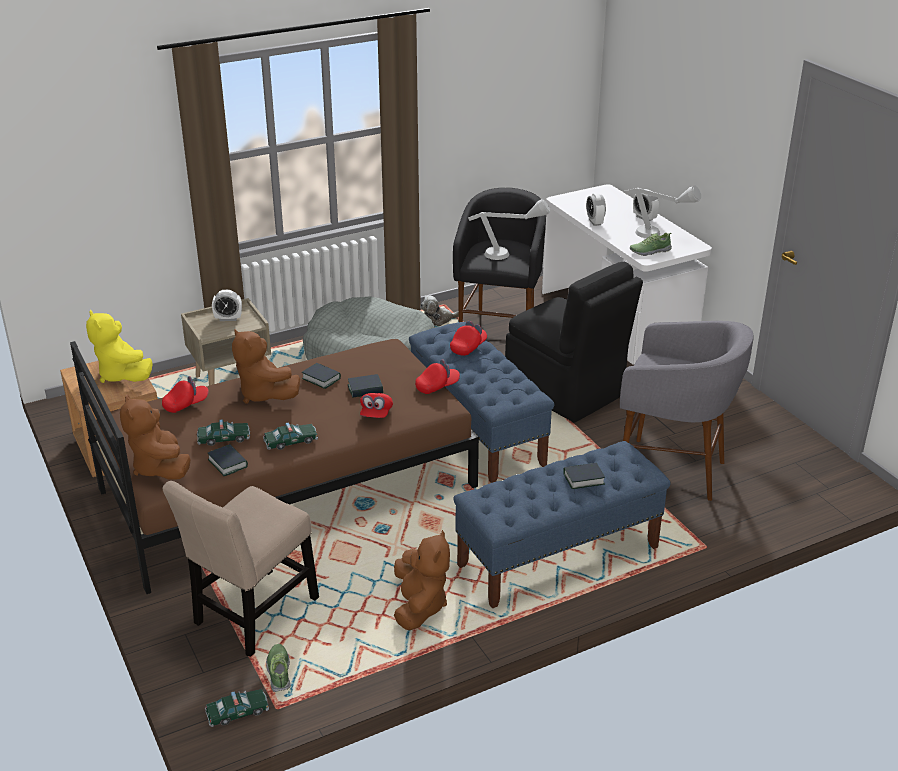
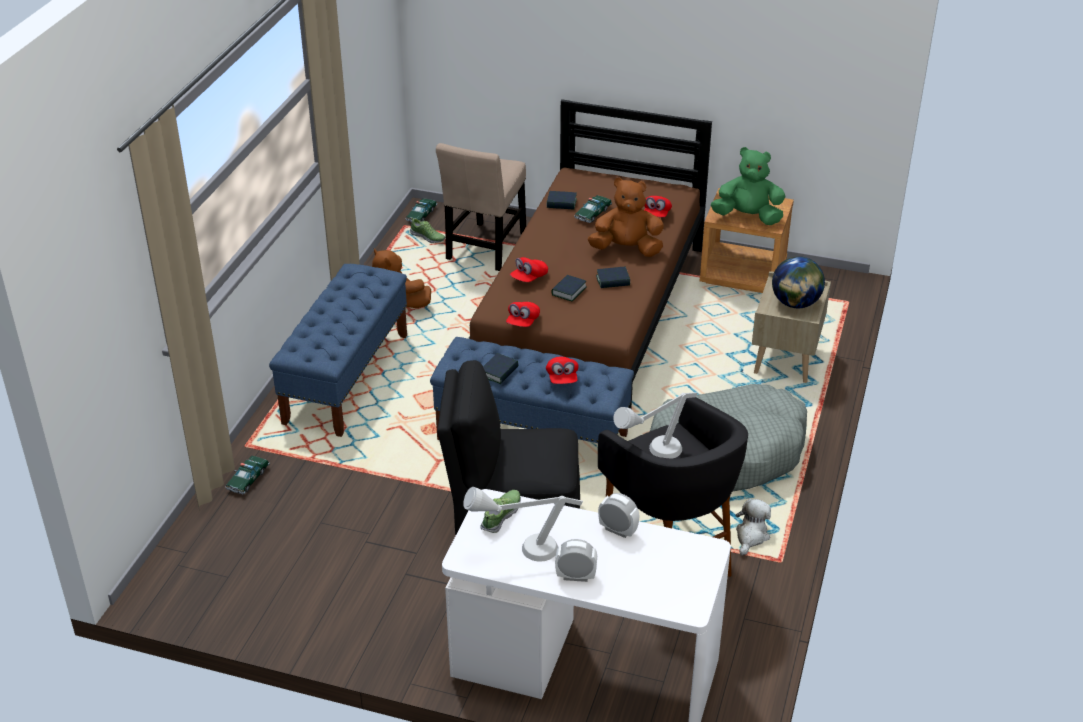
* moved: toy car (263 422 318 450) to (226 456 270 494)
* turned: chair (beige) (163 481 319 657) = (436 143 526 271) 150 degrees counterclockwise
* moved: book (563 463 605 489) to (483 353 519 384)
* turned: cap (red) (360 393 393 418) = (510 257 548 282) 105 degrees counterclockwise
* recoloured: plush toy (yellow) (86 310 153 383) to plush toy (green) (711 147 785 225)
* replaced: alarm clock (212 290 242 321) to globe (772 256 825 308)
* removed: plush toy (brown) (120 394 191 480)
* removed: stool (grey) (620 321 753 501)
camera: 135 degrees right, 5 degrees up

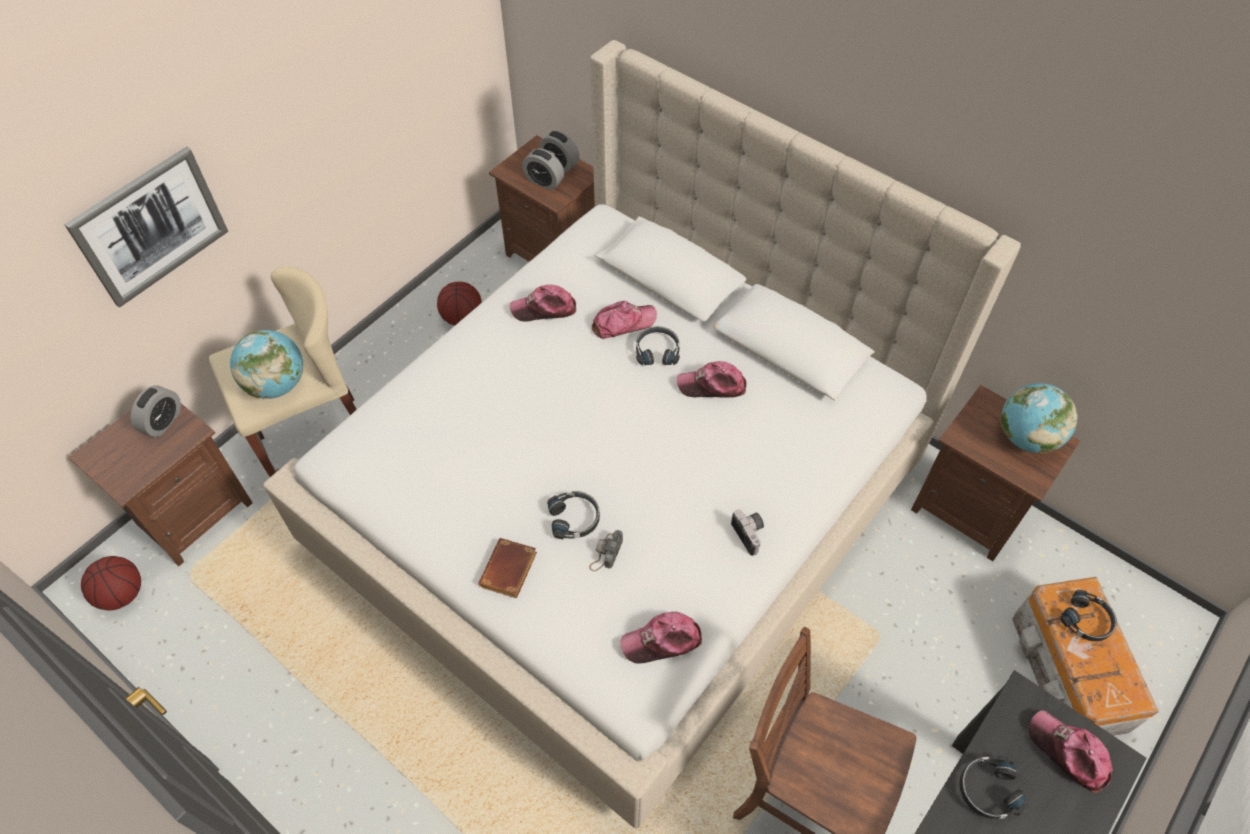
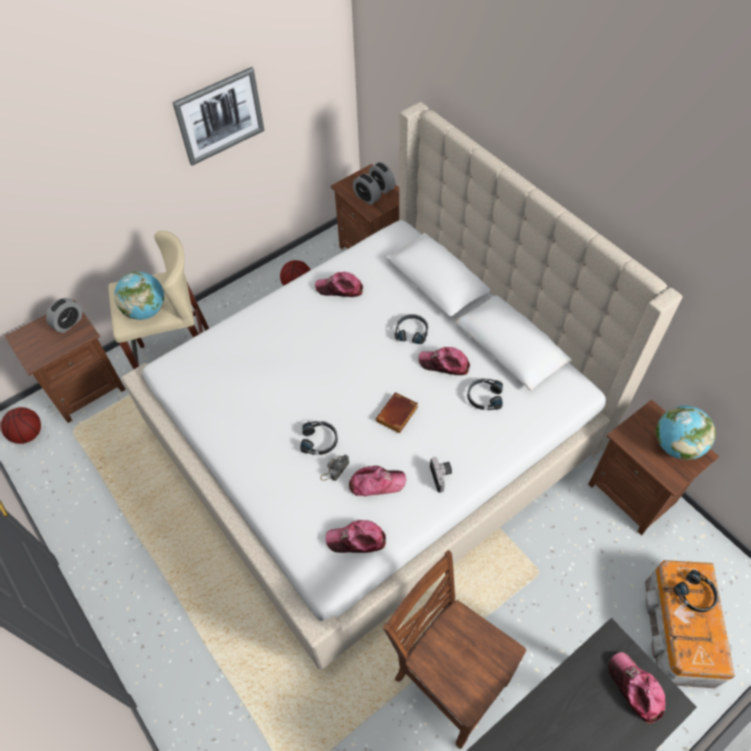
* moved: picture (64 146 228 308) to (172 67 265 166)
* moved: cap (592 301 657 339) to (349 466 406 497)
* moved: book (brown) (478 538 537 598) to (376 393 418 433)
* moved: headphones (black) (960 756 1028 819) to (467 378 503 410)
camera: 15 degrees right, 0 degrees up

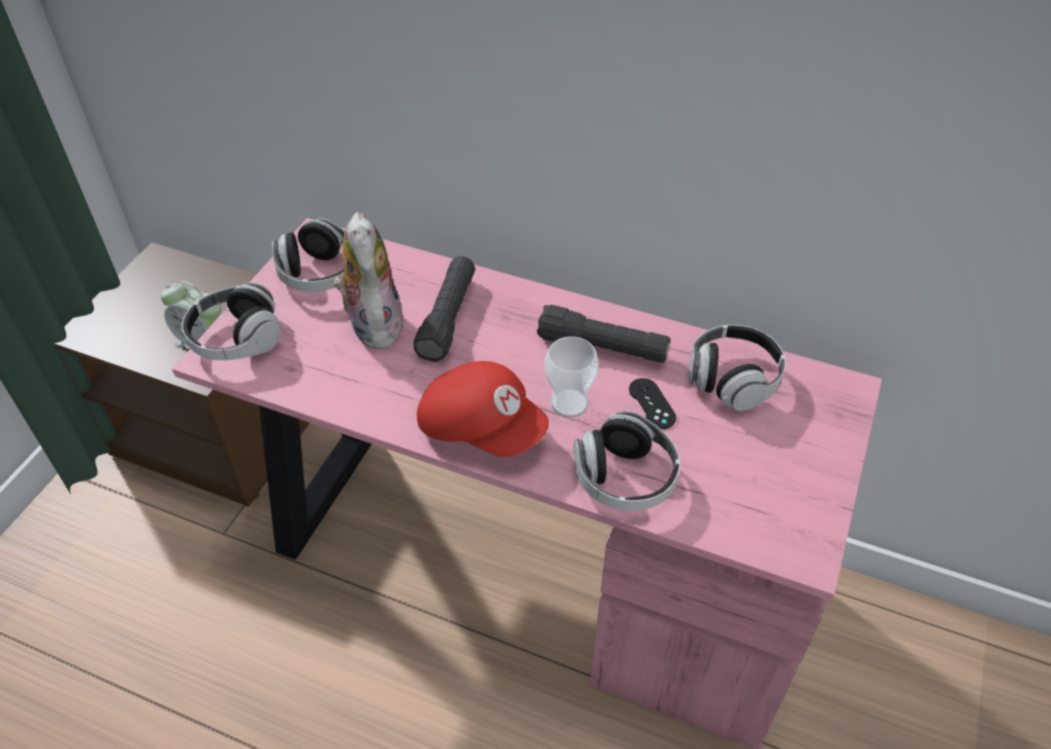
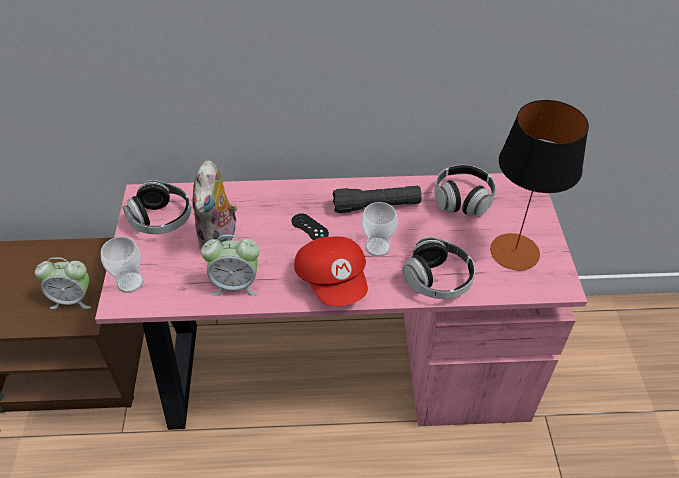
* replaced: headphones (182 282 281 360) to cup (101 237 144 293)
* turned: plush toy (333 212 404 349) = (192 160 238 249) 135 degrees counterclockwise
* added: alarm clock (201 235 259 296)
* moved: game controller (black) (629 378 676 429) to (291 214 329 240)
* turned: cap (red) (417 361 549 457) = (294 237 368 306) 60 degrees clockwise
* added: table lamp (490 100 589 270)
* removed: flashlight (black) (413 256 475 362)
camera: 25 degrees left, 0 degrees up

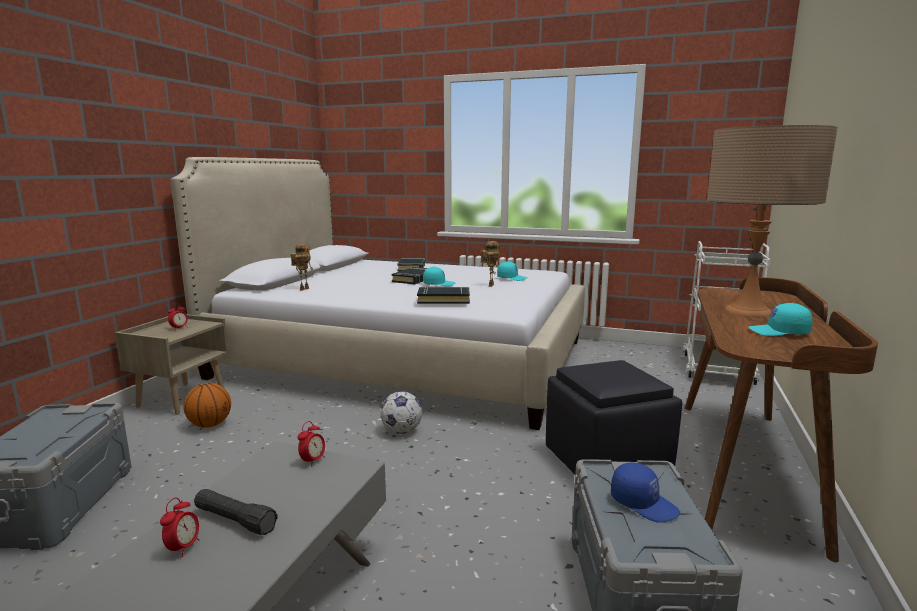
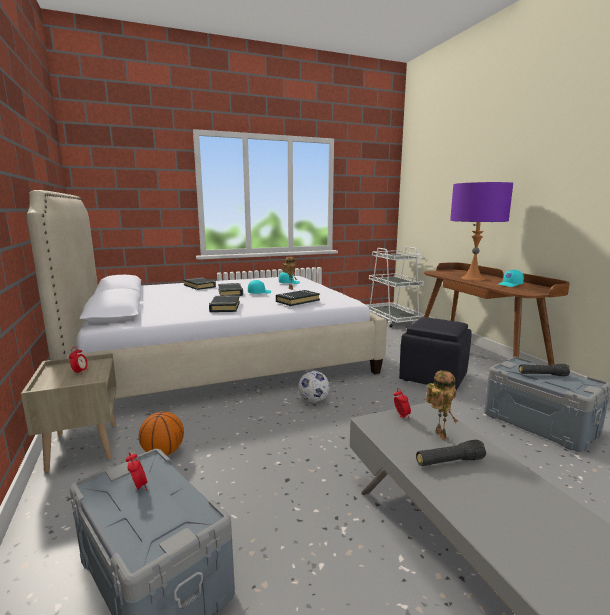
* moved: alarm clock (160 497 200 557) to (126 452 148 491)
* added: book (black) (209 295 240 312)
* moved: toy robot (291 243 313 291) to (426 370 458 440)
* recoloured: table lamp (beige) (707 125 838 317) to table lamp (purple) (450 182 513 281)
* replaced: cap (blue) (611 463 680 523) to flashlight (black) (519 364 570 376)
camera: 40 degrees left, 0 degrees up

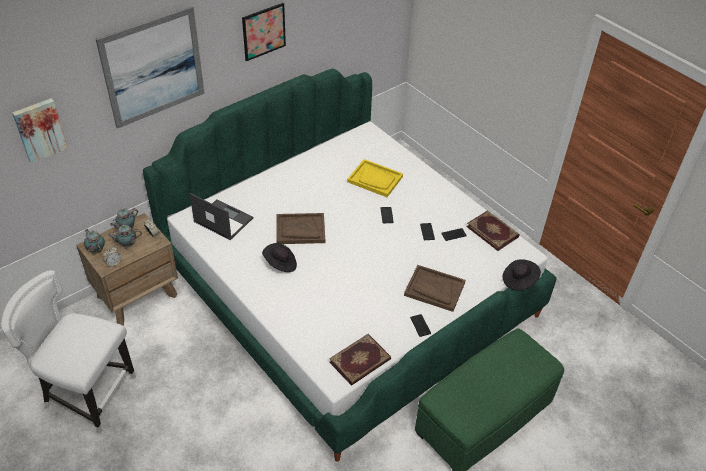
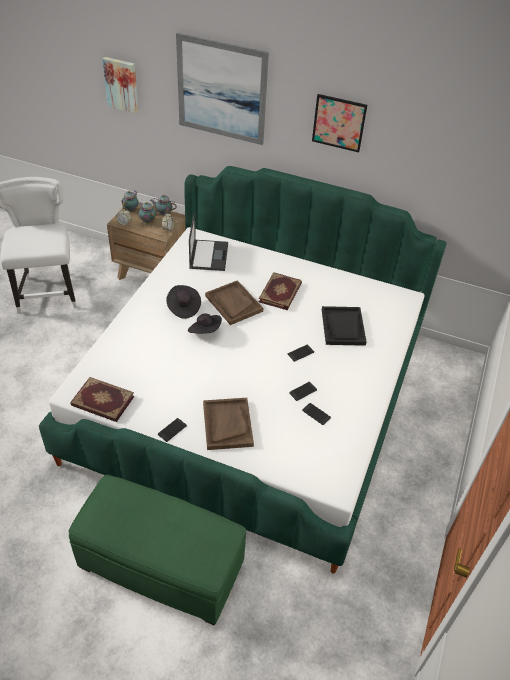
* moved: hat (black) (503 259 541 291) to (188 313 222 334)
* moved: book (467 210 519 251) to (259 272 302 310)
* recoloured: tray (yellow) (347 159 403 197) to tray (black) (322 306 367 346)
camera: 60 degrees right, 0 degrees up

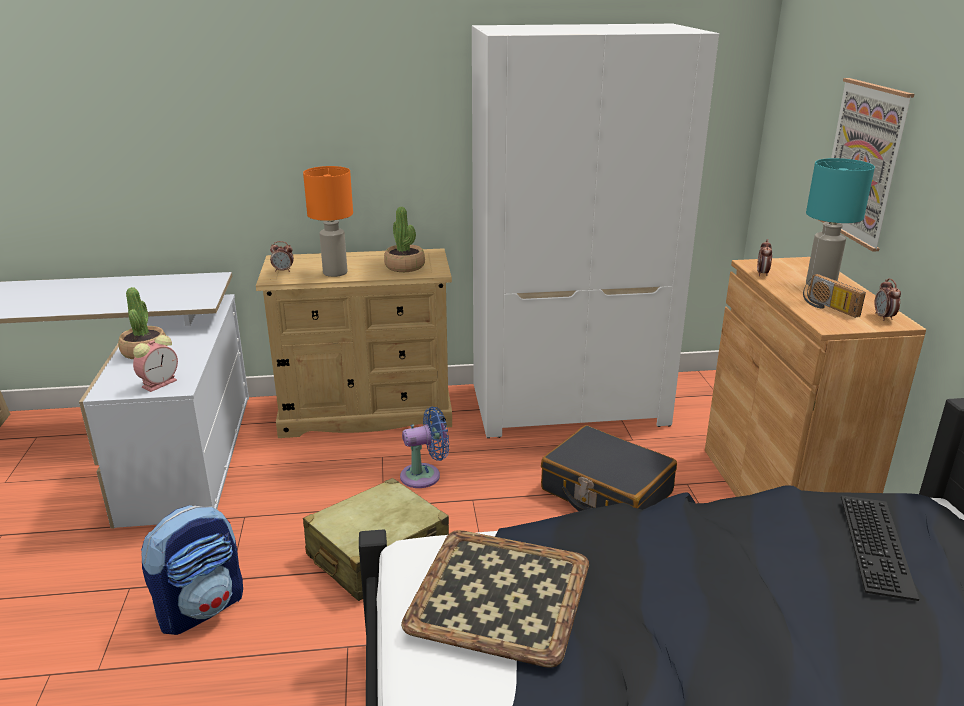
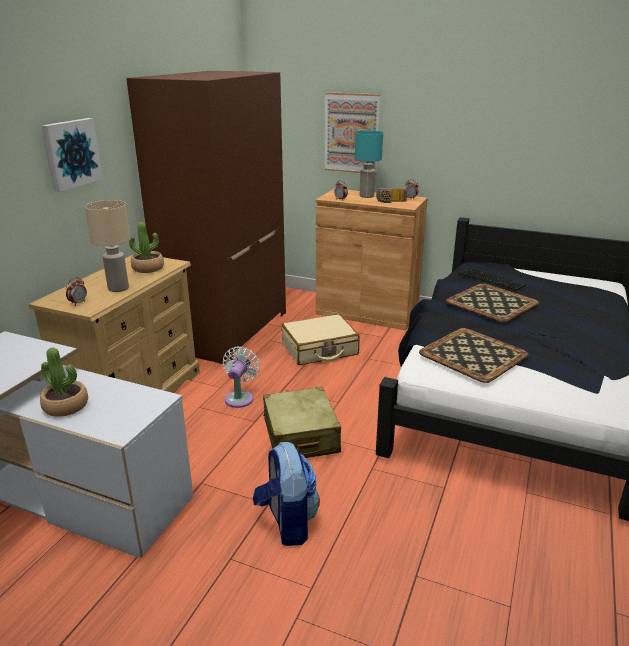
* added: picture (41 118 103 192)
* recoloured: table lamp (orange) (303 166 353 277) to table lamp (beige) (85 200 131 292)
* recoloured: wardrobe (white) (472 24 719 438) to wardrobe (brown) (126 71 286 365)
* recoloured: fan (blue) (400 406 449 488) to fan (white) (223 347 260 408)
* recoloured: suitcase (black) (541 425 677 511) to suitcase (beige) (281 314 360 365)
* added: tray (446 283 539 323)
* removed: alarm clock (133 335 178 392)
camera: 60 degrees left, 0 degrees up

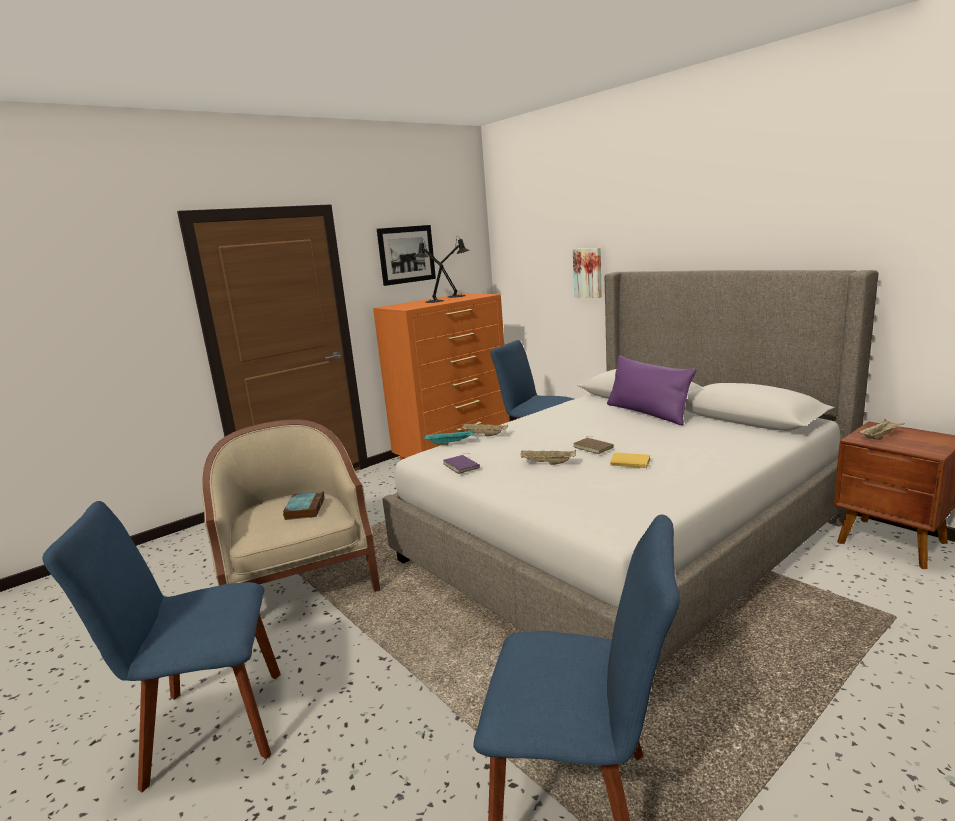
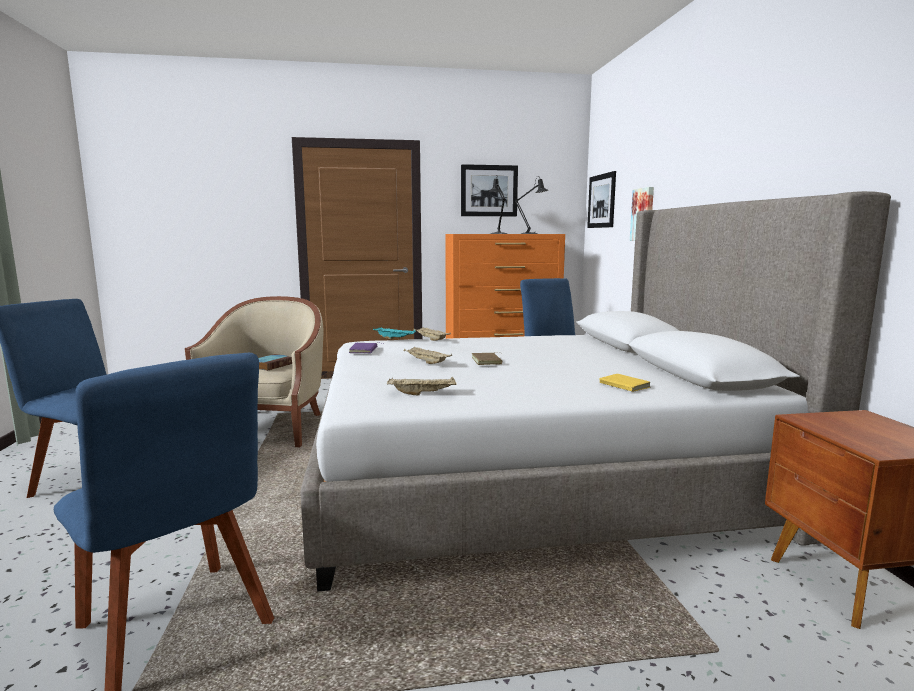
* moved: tray (beige) (858 419 902 440) to (387 377 457 396)
* added: picture (587 171 616 228)
* moved: book (yellow) (610 453 651 468) to (599 374 650 392)
* removed: pillow (purple) (607 356 696 425)
camera: 30 degrees right, 5 degrees down

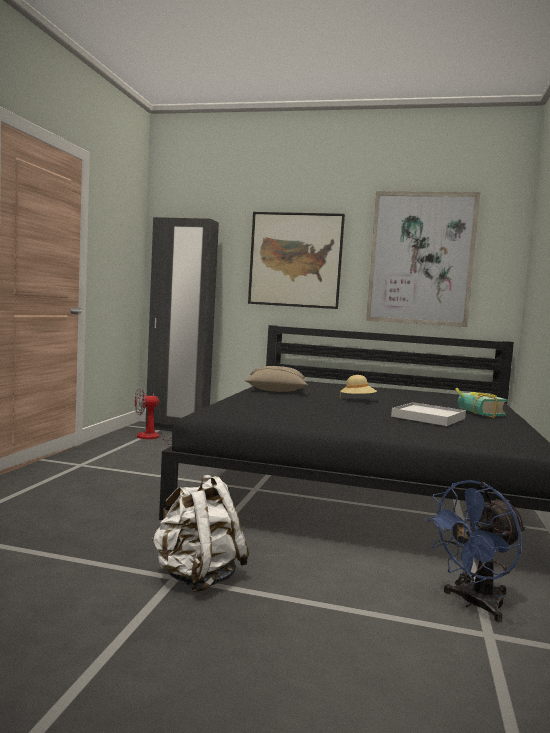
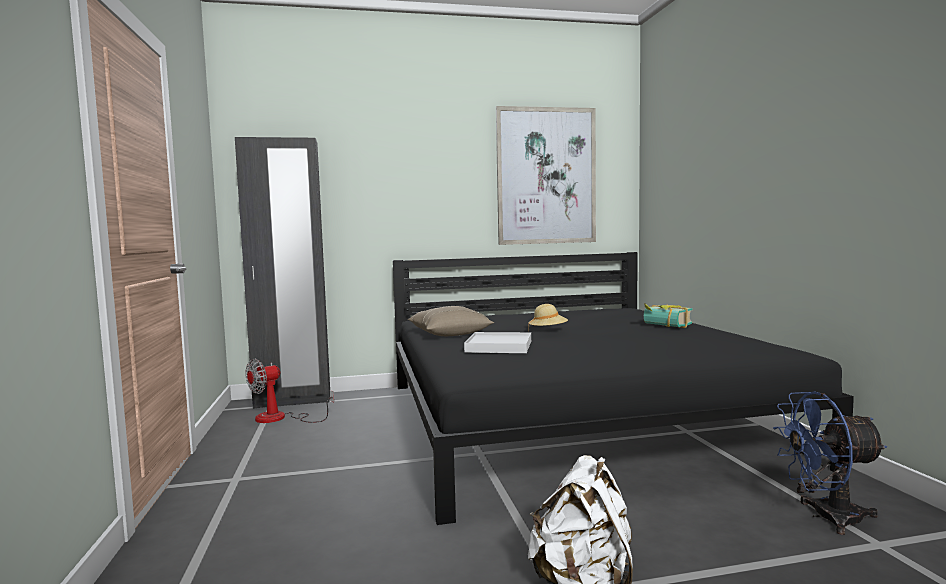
* moved: tray (white) (391 402 466 426) to (464 332 531 353)
* turned: fan (blue) (425 480 526 622) = (773 391 887 535) 60 degrees clockwise
* removed: picture (248 212 345 309)
camera: 25 degrees left, 0 degrees up

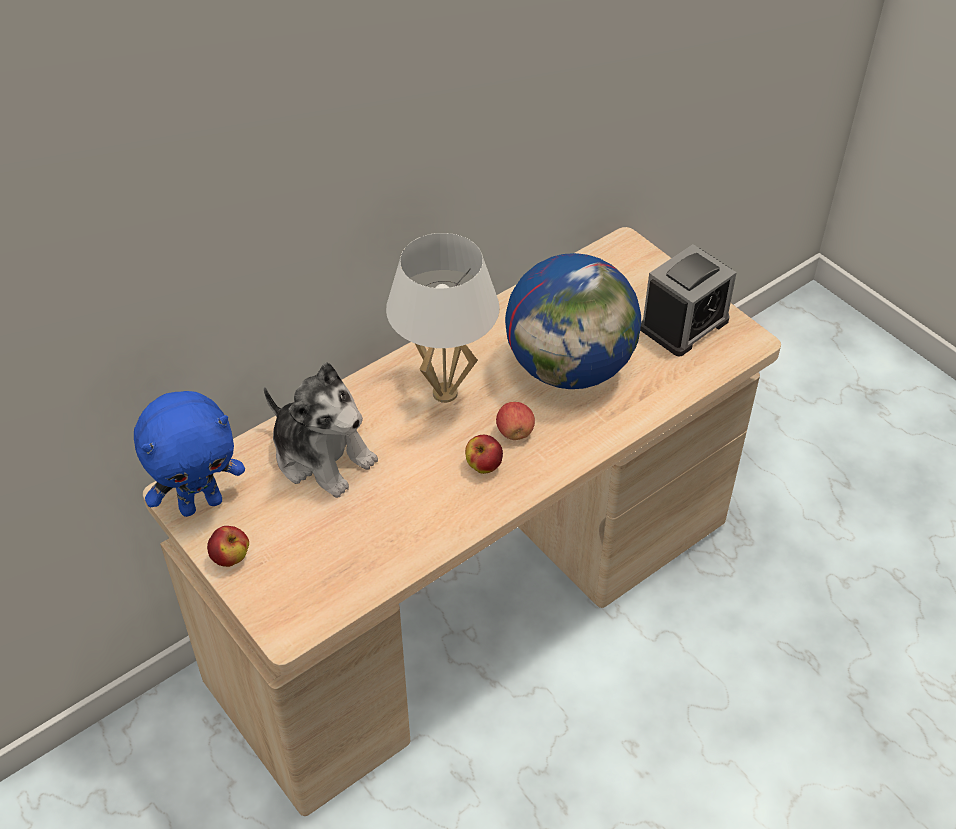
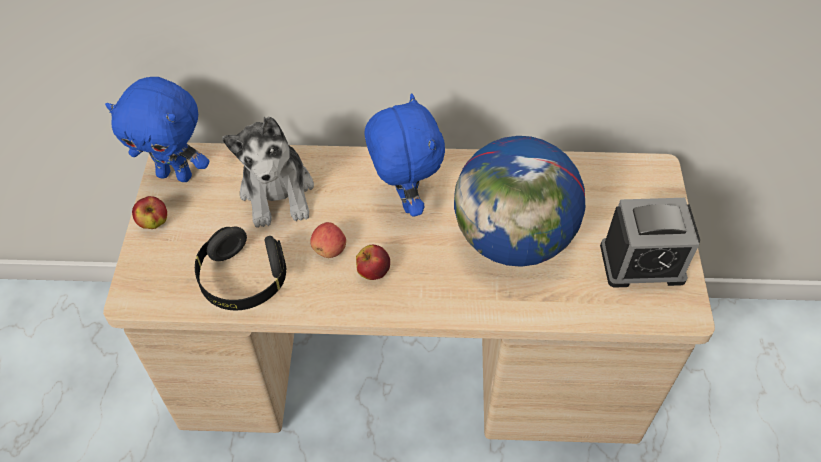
* added: headphones (black) (195 227 286 310)
* moved: apple (496 402 535 440) to (310 222 346 258)
* replaced: table lamp (white) (386 233 499 403) to plush toy (blue) (365 93 445 217)
camera: 40 degrees right, 5 degrees up

